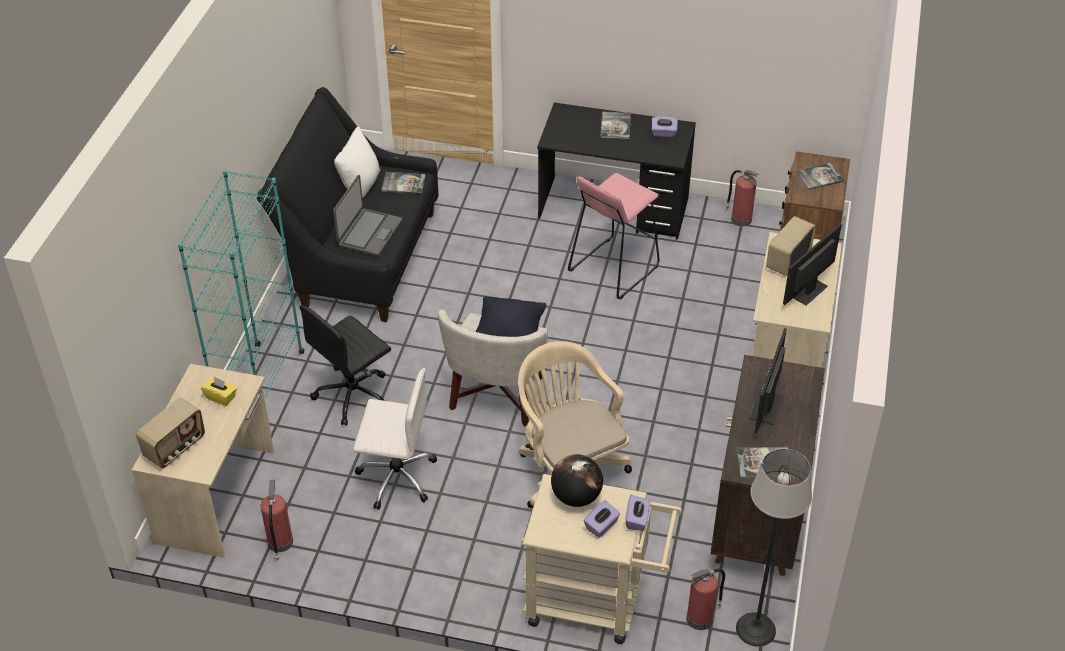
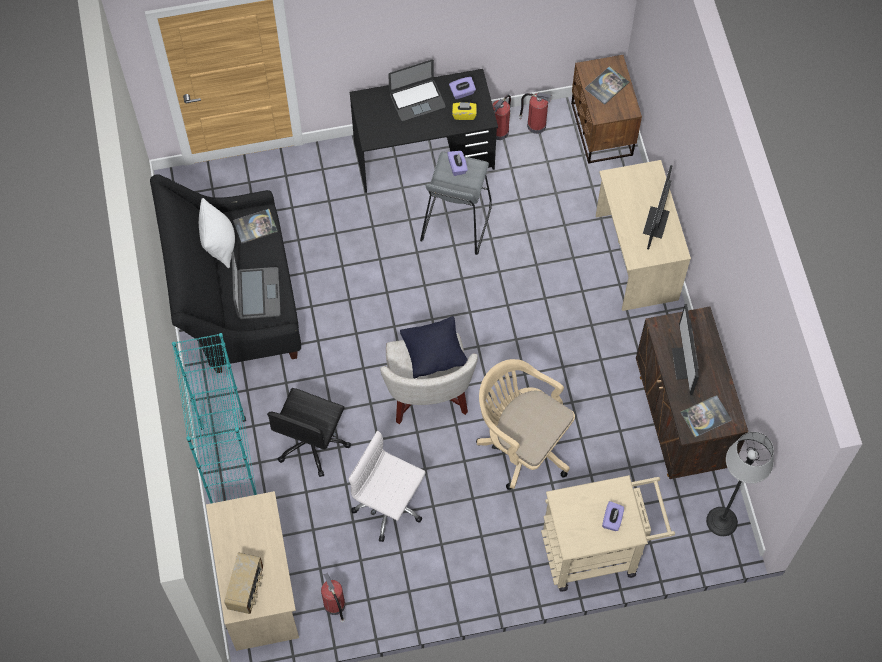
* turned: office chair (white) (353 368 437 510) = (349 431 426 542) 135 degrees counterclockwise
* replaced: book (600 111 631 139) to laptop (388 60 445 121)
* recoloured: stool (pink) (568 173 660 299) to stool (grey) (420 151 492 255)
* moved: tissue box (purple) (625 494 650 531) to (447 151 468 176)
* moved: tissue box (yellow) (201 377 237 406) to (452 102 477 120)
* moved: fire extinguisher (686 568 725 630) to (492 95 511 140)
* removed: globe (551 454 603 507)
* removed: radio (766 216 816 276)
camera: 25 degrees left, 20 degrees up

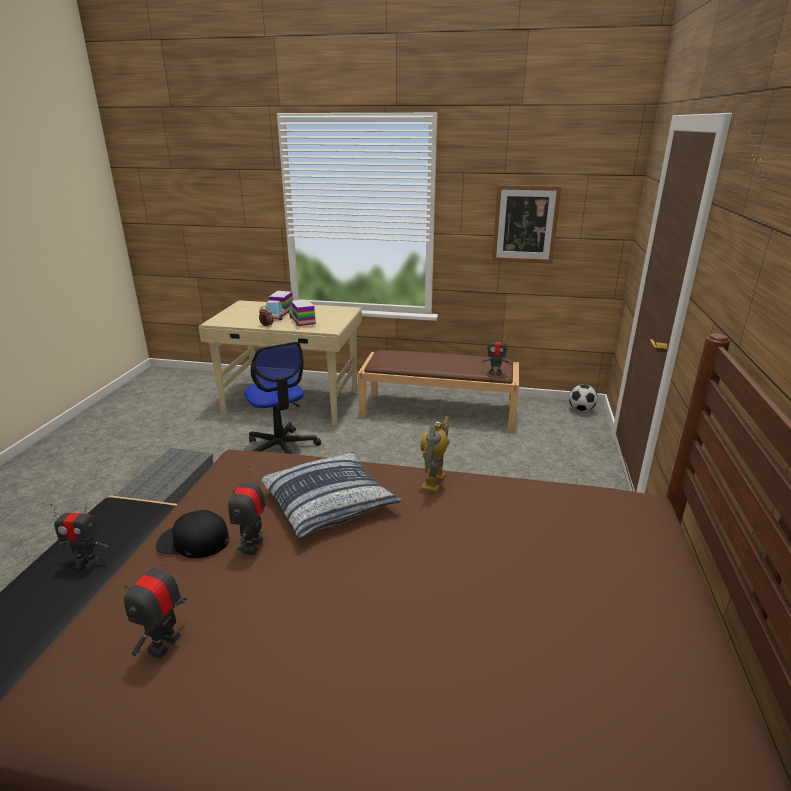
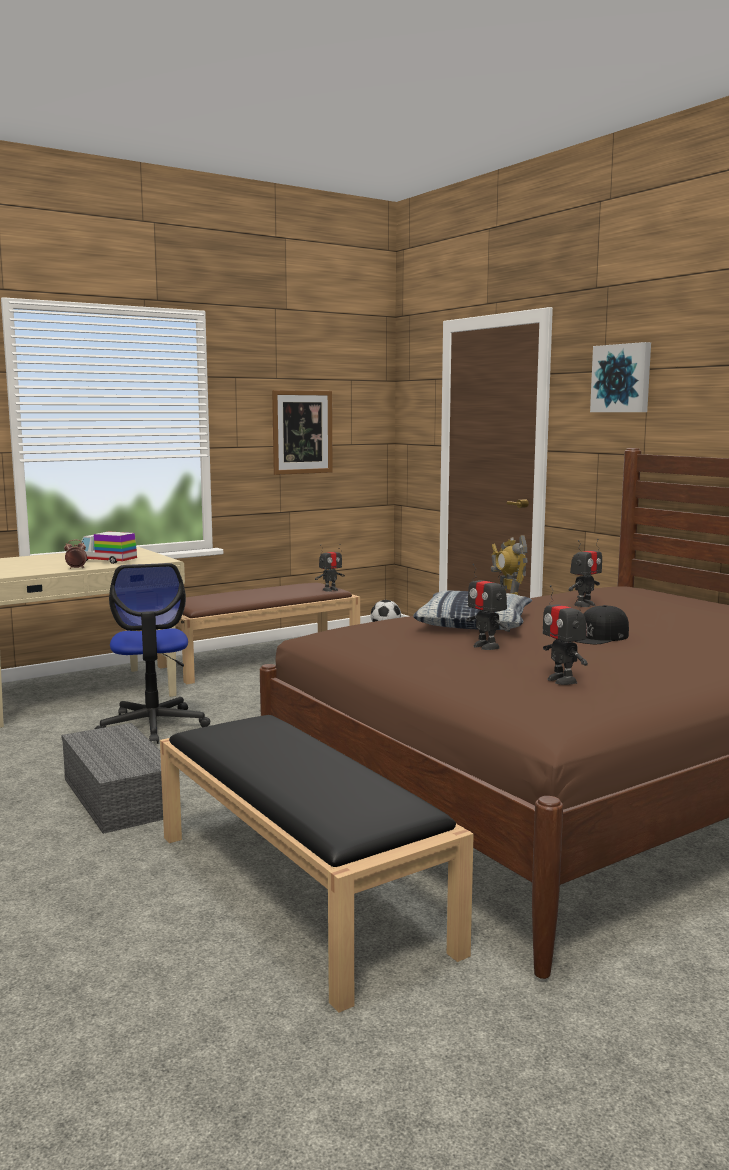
* turned: office chair (245 342 321 454) = (95 563 211 744) 60 degrees clockwise
* moved: toy robot (50 504 110 569) to (569 539 602 607)
* moved: cap (black) (156 510 229 558) to (574 605 629 644)
* added: picture (590 342 651 412)
* removed: toy truck (265 291 293 320)
camera: 45 degrees left, 15 degrees down

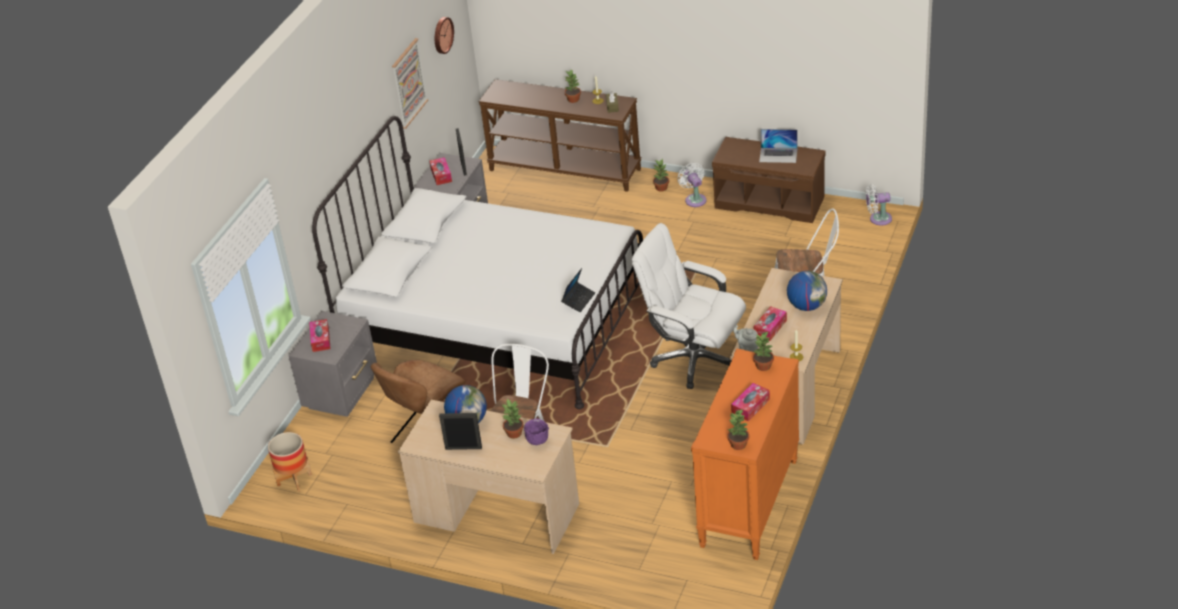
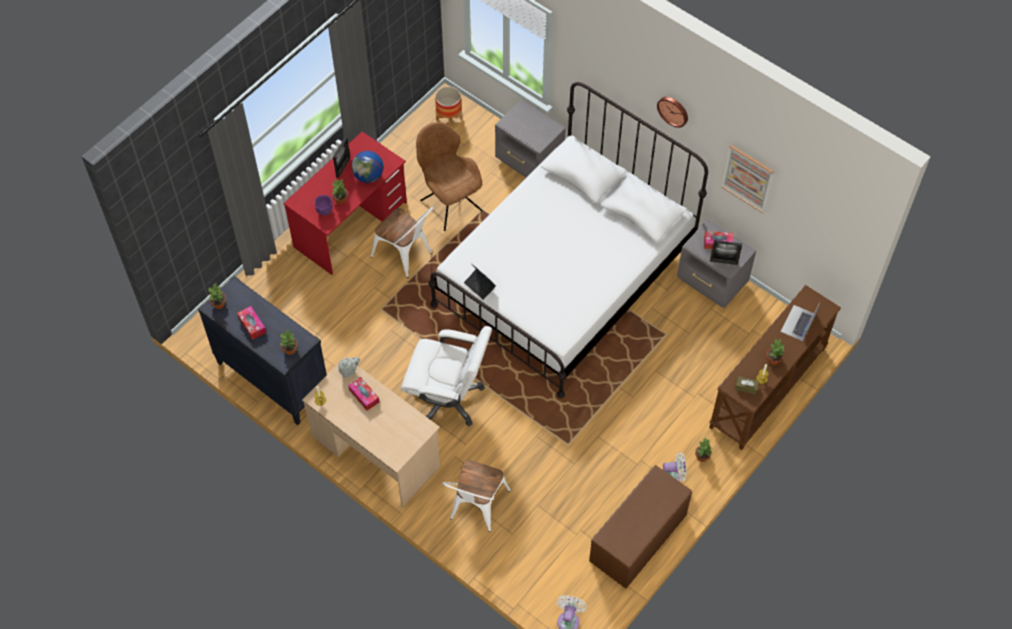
* recoloured: dresser (orange) (691 348 799 560) to dresser (black) (198 276 327 425)
* recoloured: desk (beige) (398 400 579 554) to desk (red) (283 132 407 275)
* turned: office chair (white) (632 223 746 389) = (401 326 492 426) 60 degrees clockwise
* moved: wall clock (435 17 454 54) to (657 97 688 128)
* moved: laptop (759 129 798 163) to (781 303 820 341)
* removed: tissue box (309 319 331 352)
* removed: globe (787 271 827 311)
camera: 105 degrees right, 20 degrees up

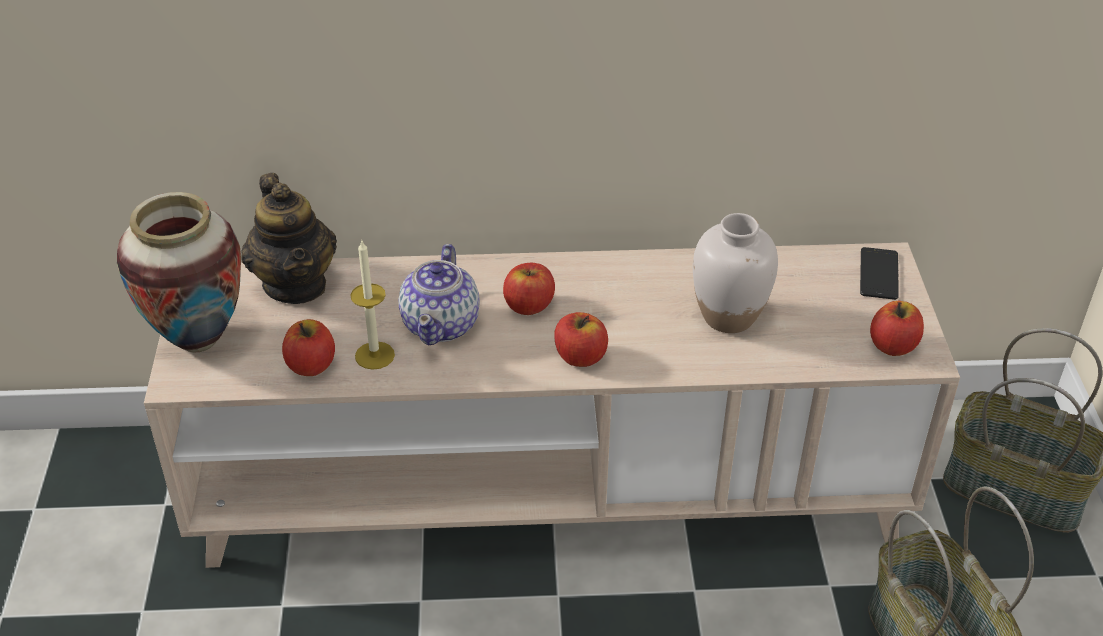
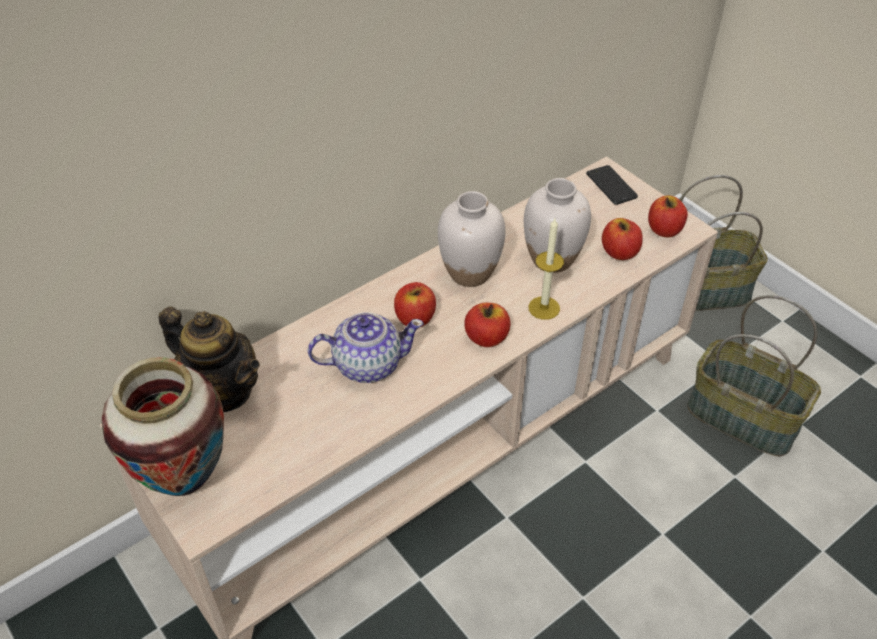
* turned: teapot (398 244 480 345) = (307 312 424 383) 75 degrees counterclockwise
* added: vase (white) (438 191 506 287)
* moved: candle (350 241 395 370) to (528 219 564 320)
* moved: apple (282 319 335 376) to (602 218 643 260)
camera: 35 degrees left, 5 degrees up

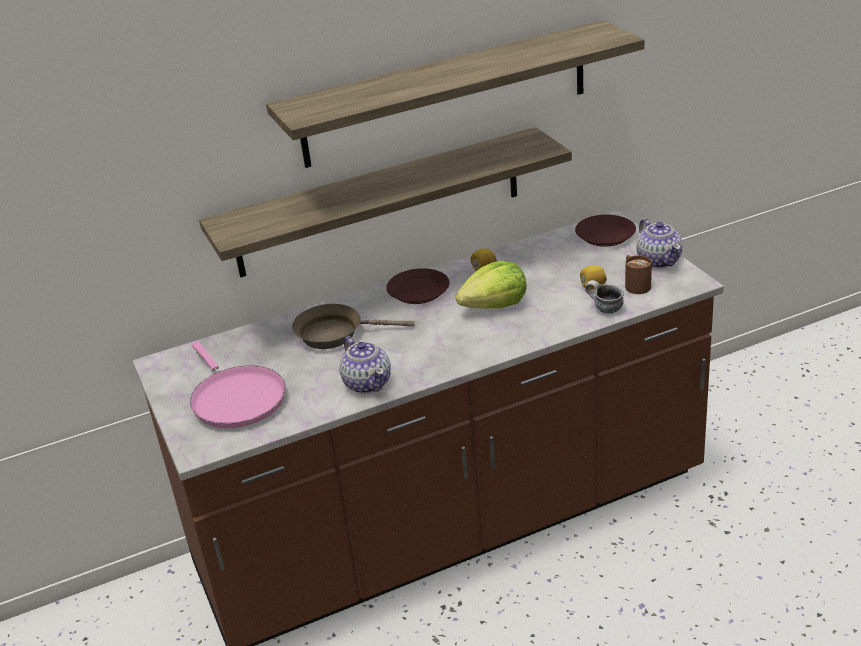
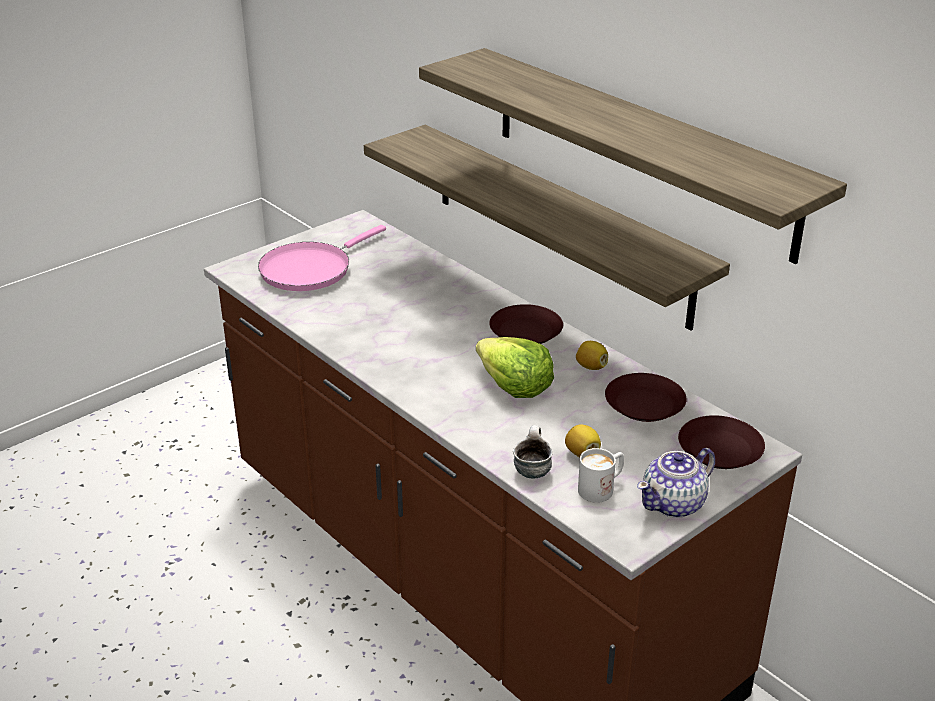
* recoloured: mug (brown) (625 255 652 294) to mug (white) (578 448 624 503)
* added: plate (brown) (605 373 687 422)
* removed: frying pan (brown) (292 304 415 349)
* removed: teapot (339 336 391 394)
camera: 70 degrees right, 0 degrees up

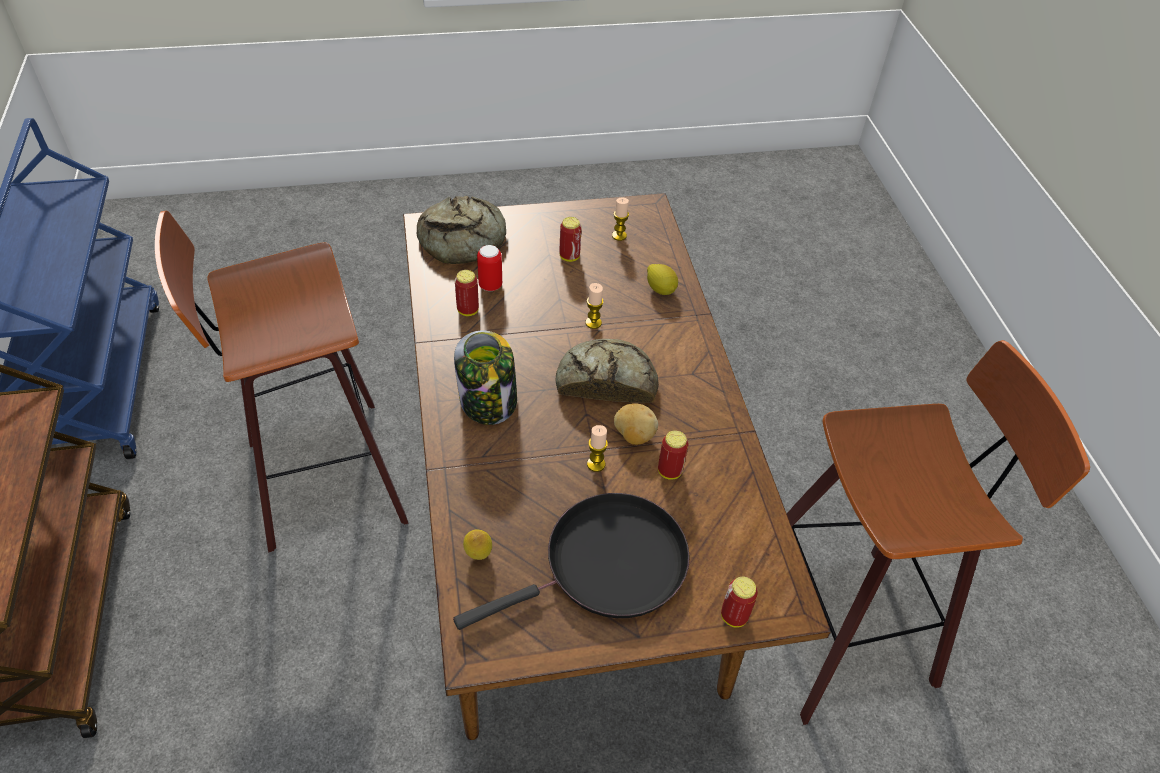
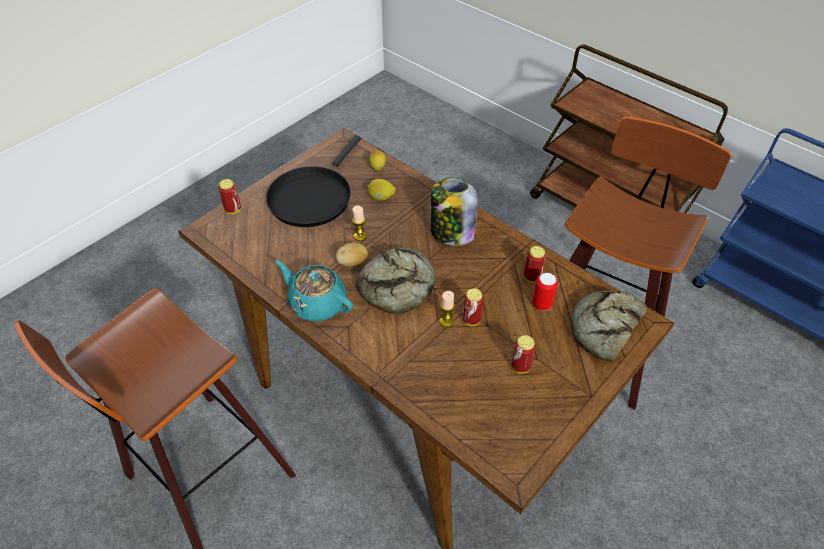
* added: teapot (turquoise) (275 260 353 321)
* moved: lemon (647 264 678 295) to (367 179 396 201)
* moved: can (658 431 689 480) to (463 288 484 326)
* removed: candle (612 198 629 241)
camera: 145 degrees right, 0 degrees up

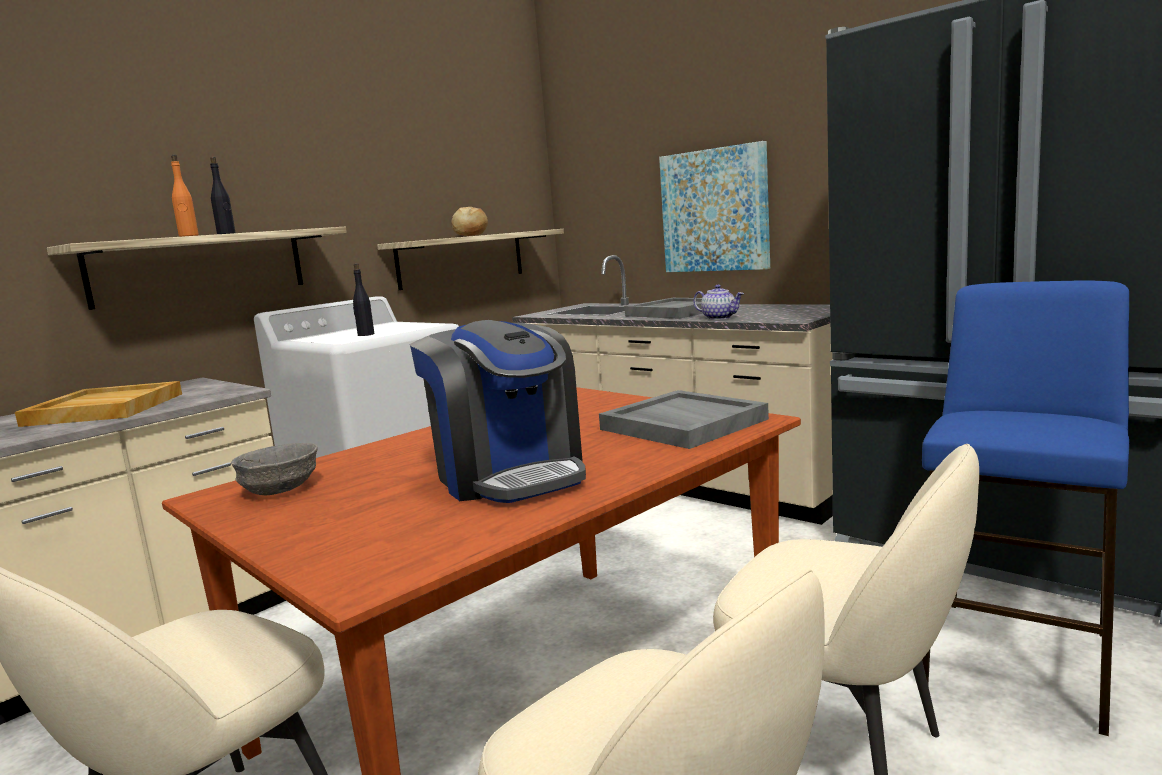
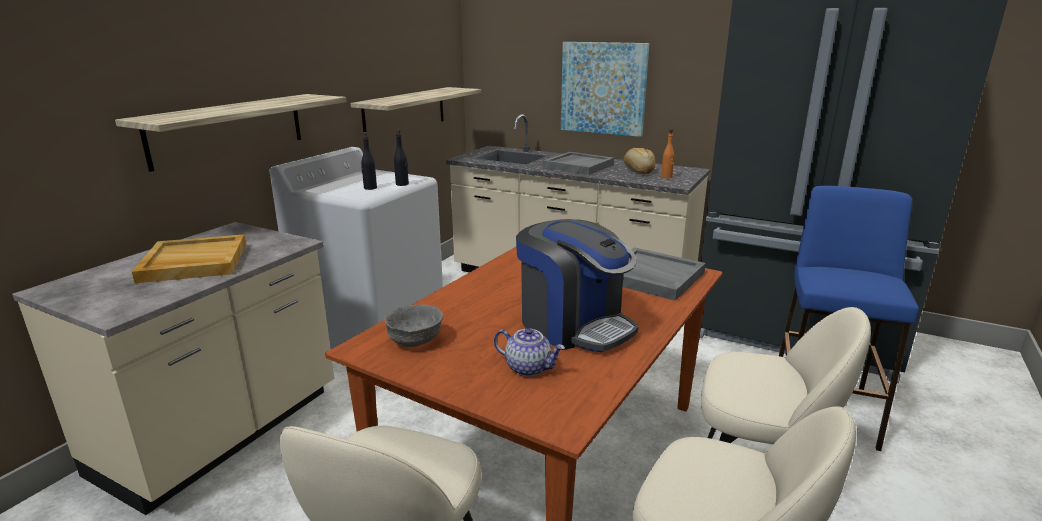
* moved: bottle (black) (210 157 236 234) to (394 129 409 186)
* moved: teapot (693 285 744 320) to (494 328 565 377)
* moved: bread (452 207 488 236) to (623 148 656 174)
* moved: bottle (orange) (171 155 199 237) to (661 129 674 178)
camera: 15 degrees left, 10 degrees up

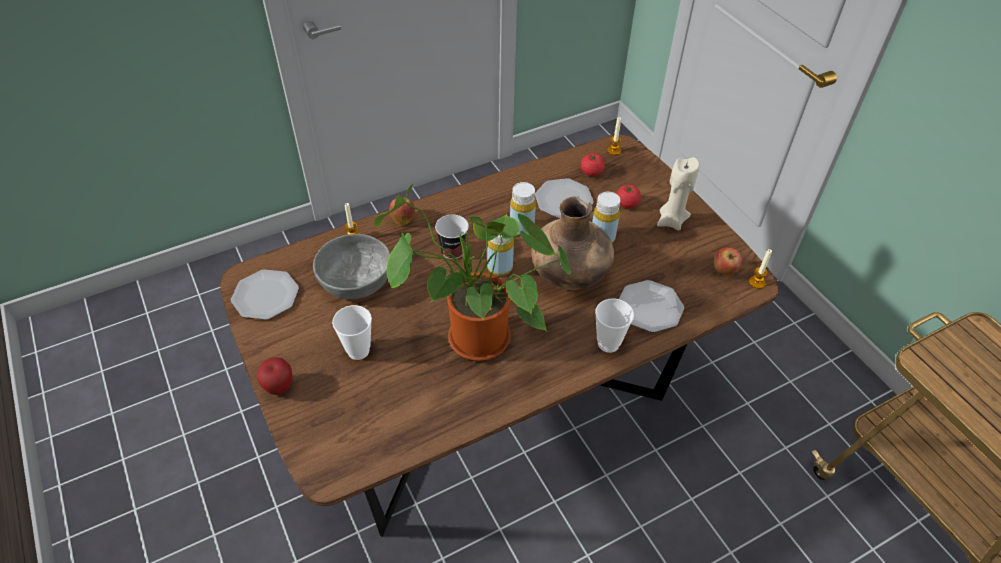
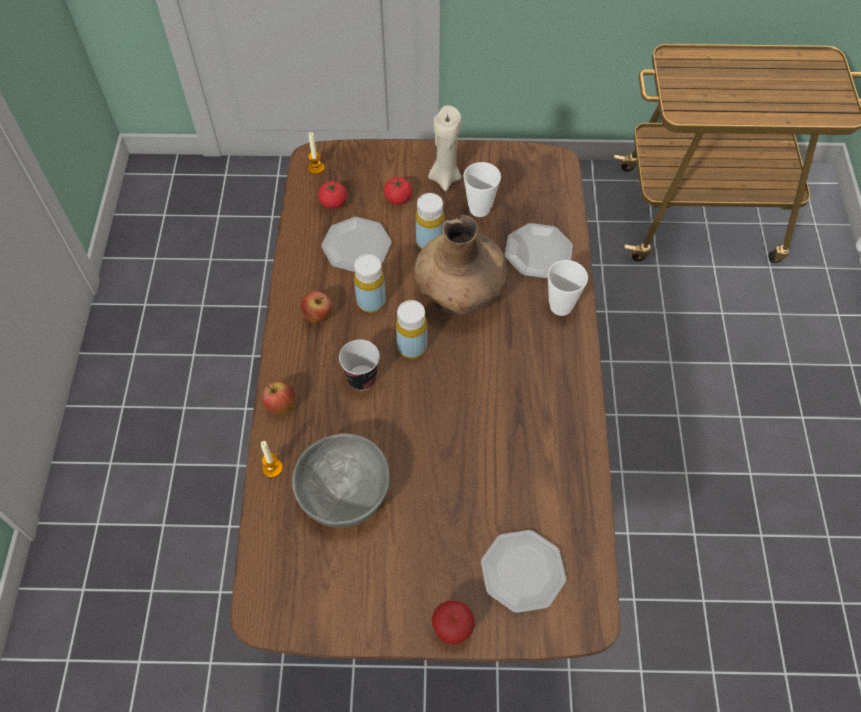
* moved: apple (714 247 742 275) to (300 291 332 323)
* moved: cup (332 305 372 360) to (463 162 501 217)
* moved: plate (231 269 299 320) to (481 530 566 613)
* removed: potted plant (374 184 571 361)
* removed: candle (749 249 772 289)
camera: 60 degrees left, 10 degrees up

